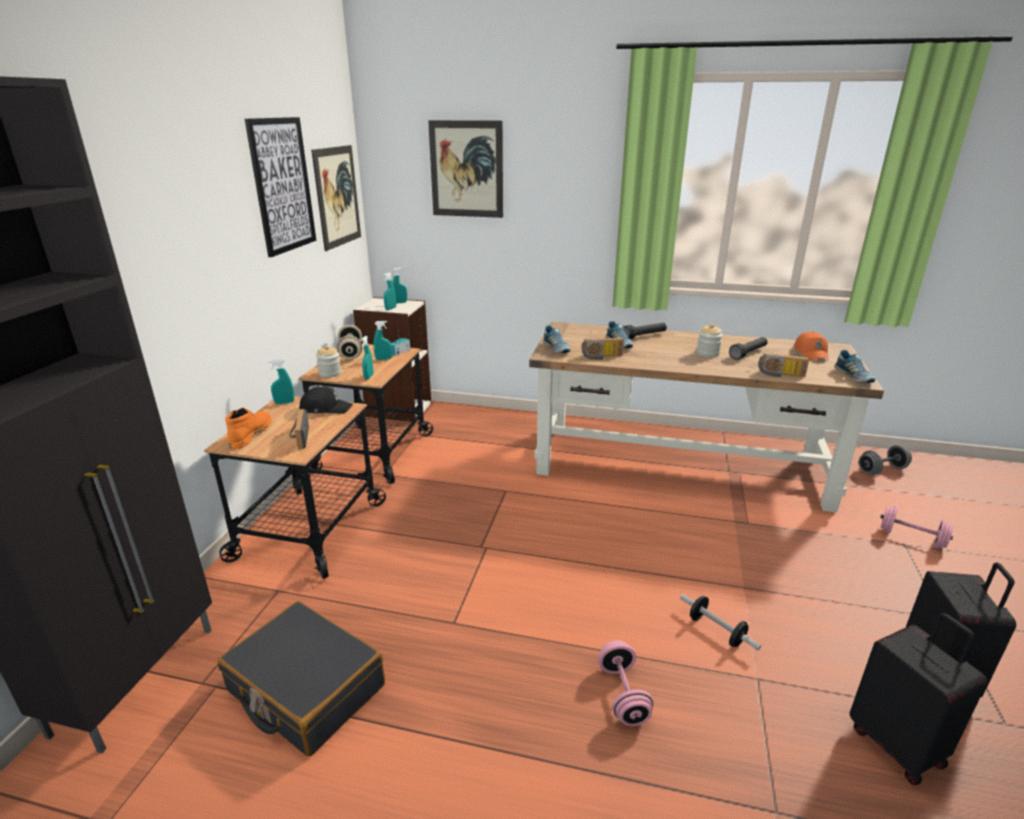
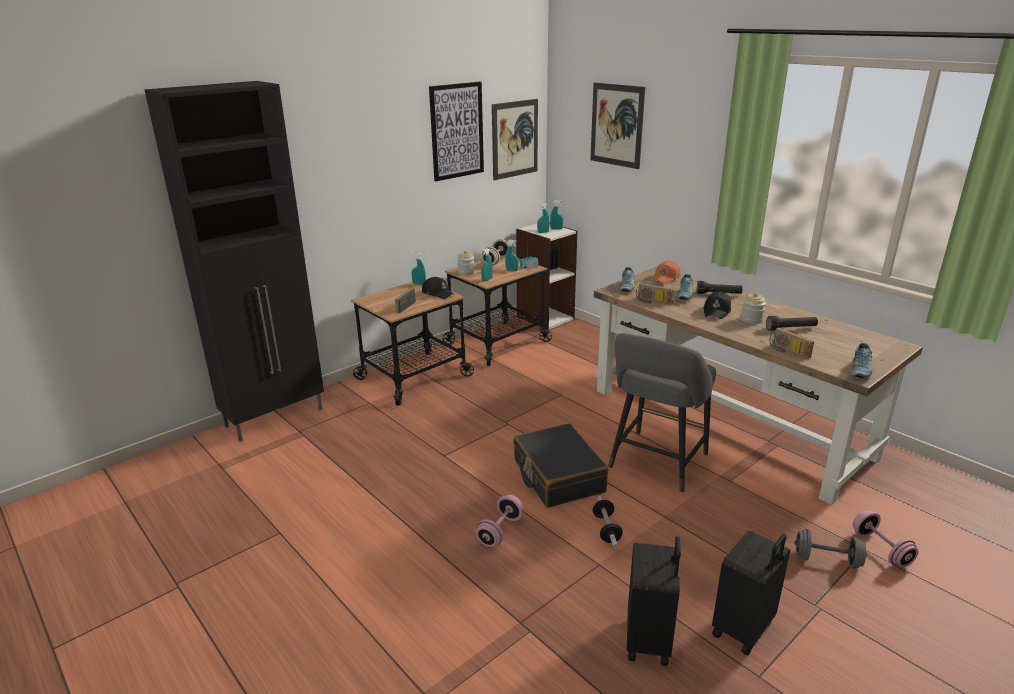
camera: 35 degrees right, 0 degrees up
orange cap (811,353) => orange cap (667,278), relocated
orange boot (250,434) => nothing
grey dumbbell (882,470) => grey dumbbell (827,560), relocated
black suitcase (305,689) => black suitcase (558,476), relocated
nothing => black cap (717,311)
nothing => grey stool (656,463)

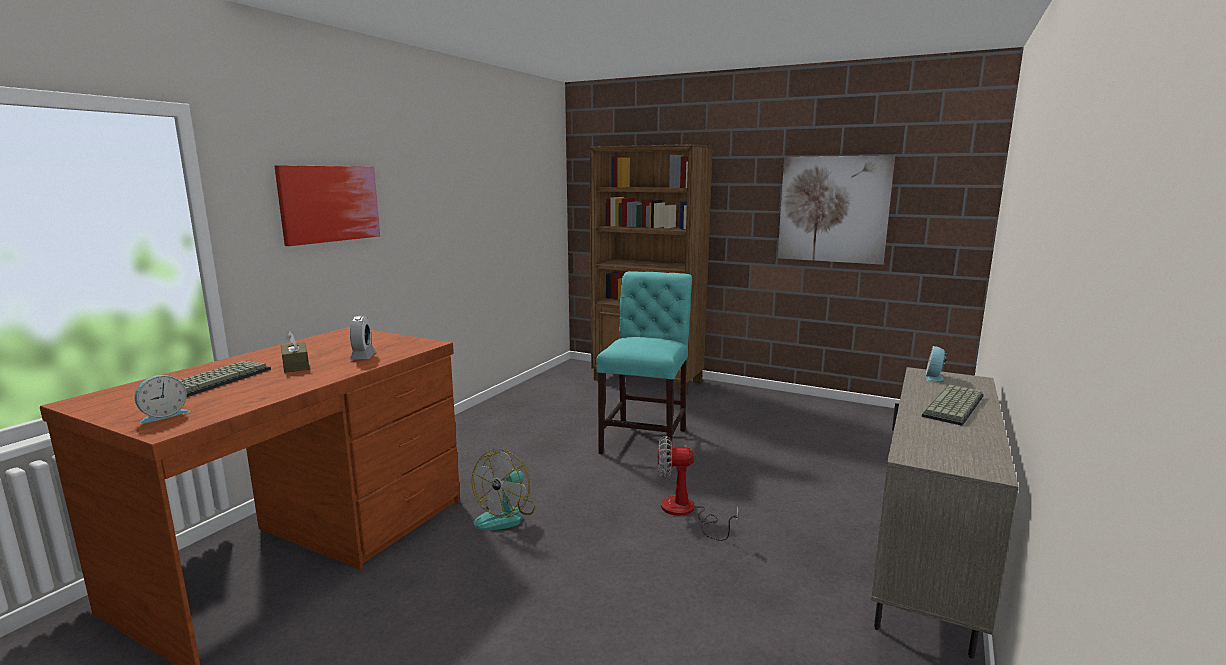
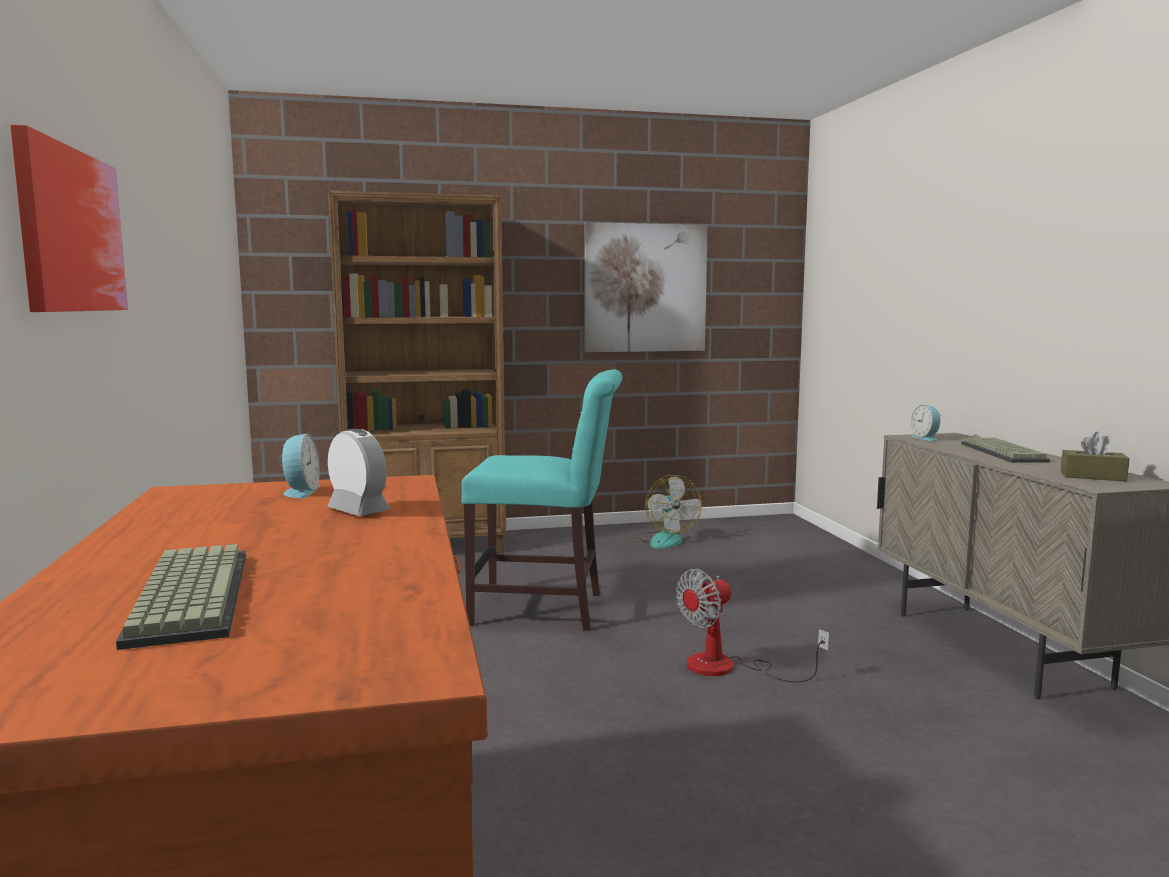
camera: 40 degrees left, 5 degrees down
turquoise chair (646,439) => turquoise chair (545,609), 120 degrees clockwise
brown tissue box (296,365) => brown tissue box (1092,476), relocated
alarm clock (163,415) => alarm clock (299,491), relocated
fan (506,515) => fan (662,540), relocated

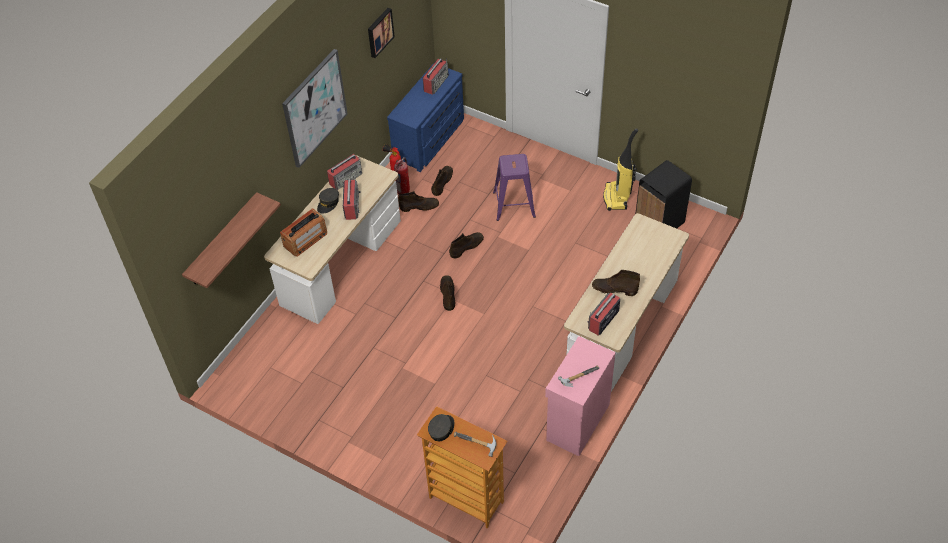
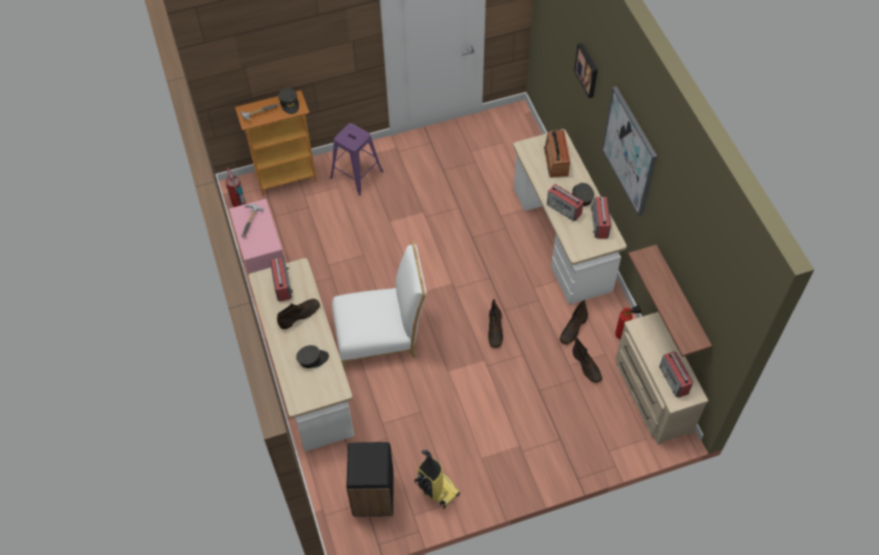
camera: 130 degrees right, 5 degrees up
picture (379,32) => picture (587,70), relocated
blue dresser (431,140) => beige dresser (651,396)
purple stool (514,204) => purple stool (355,174), relocated
fire extinguisher (403,191) => fire extinguisher (238,204), relocated
shelf (222,240) => shelf (681,301), relocated
brown boot (448,294) => nothing
nothing => white chair (381,334)
nothing => grey cap (312,359)

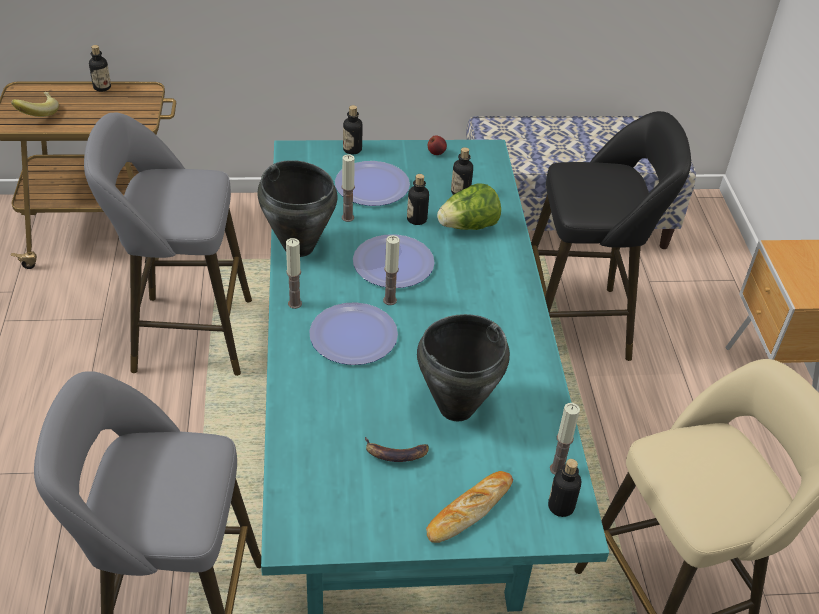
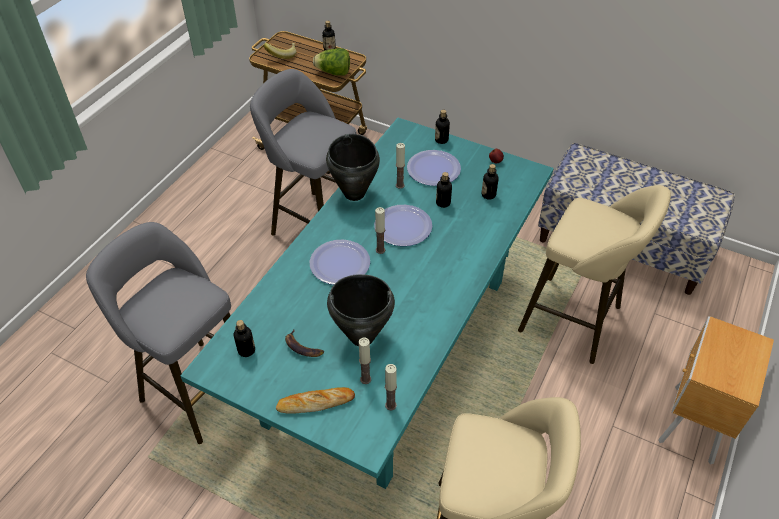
camera: 35 degrees right, 5 degrees up
black stool (580,323) => beige stool (576,321)
lettuce (468,226) => lettuce (333,72), relocated
candle (295,303) => candle (365,379), relocated
bottle (561,506) => bottle (246,350), relocated

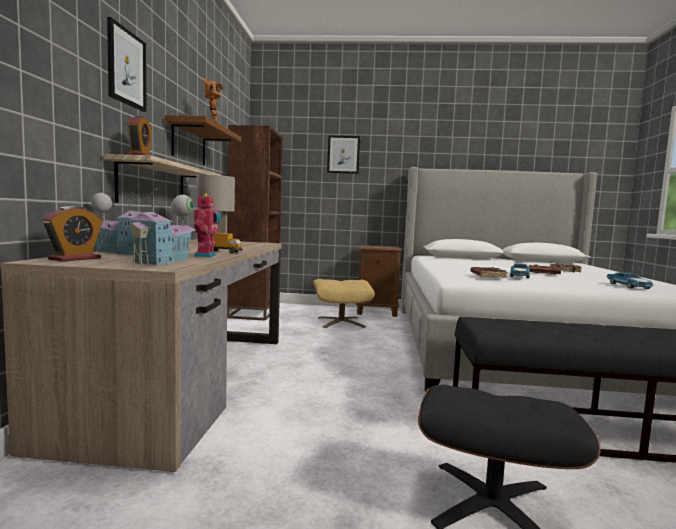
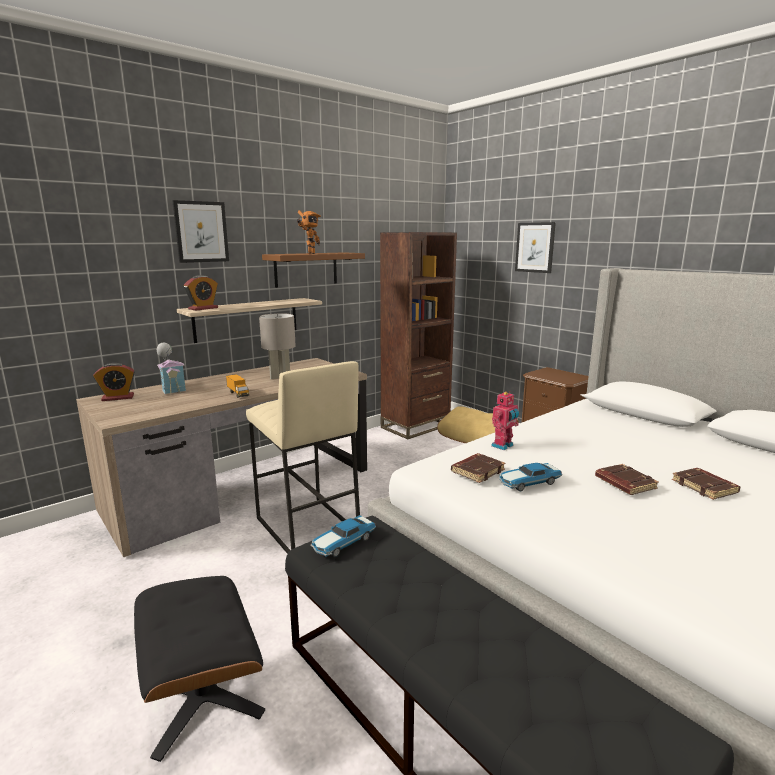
camera: 45 degrees right, 10 degrees up
toy house (164,261) => nothing
toy robot (207,256) => toy robot (503,446), relocated
toy car (629,286) => toy car (343,543), relocated
nothing => beige stool (306,526)

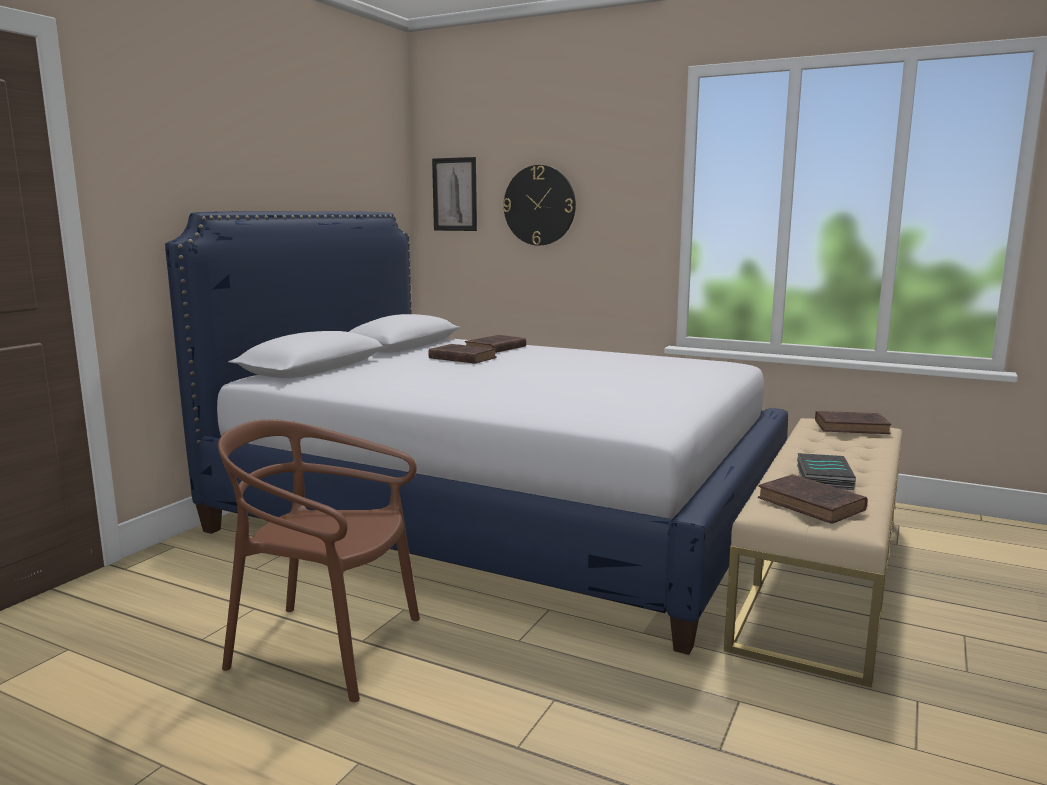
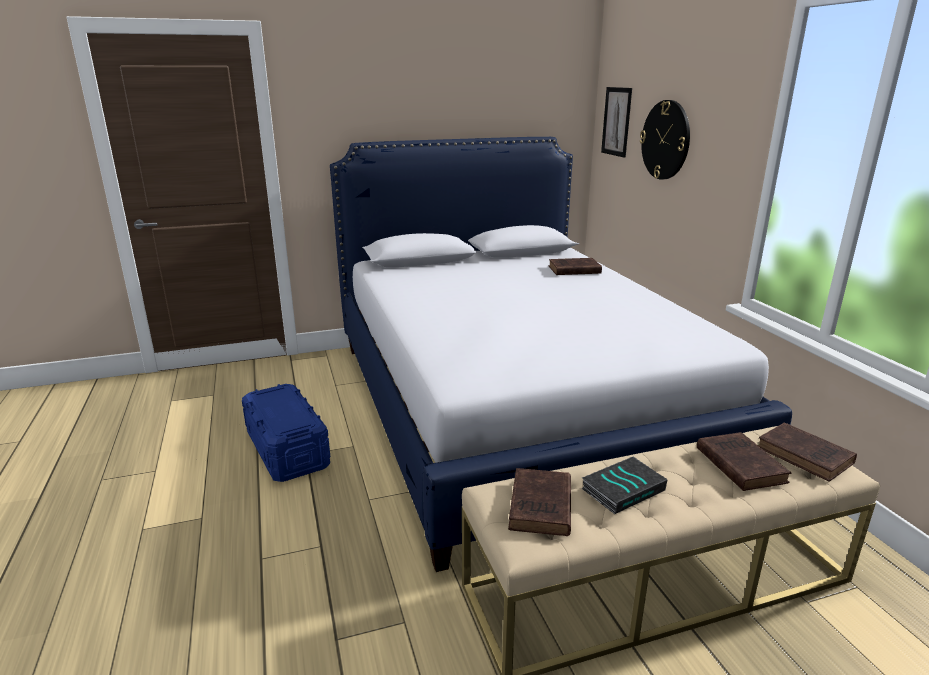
camera: 45 degrees right, 10 degrees up
brown book (461,358) => brown book (739,464), relocated
brown chair (326,648) => blue storage box (287,449)

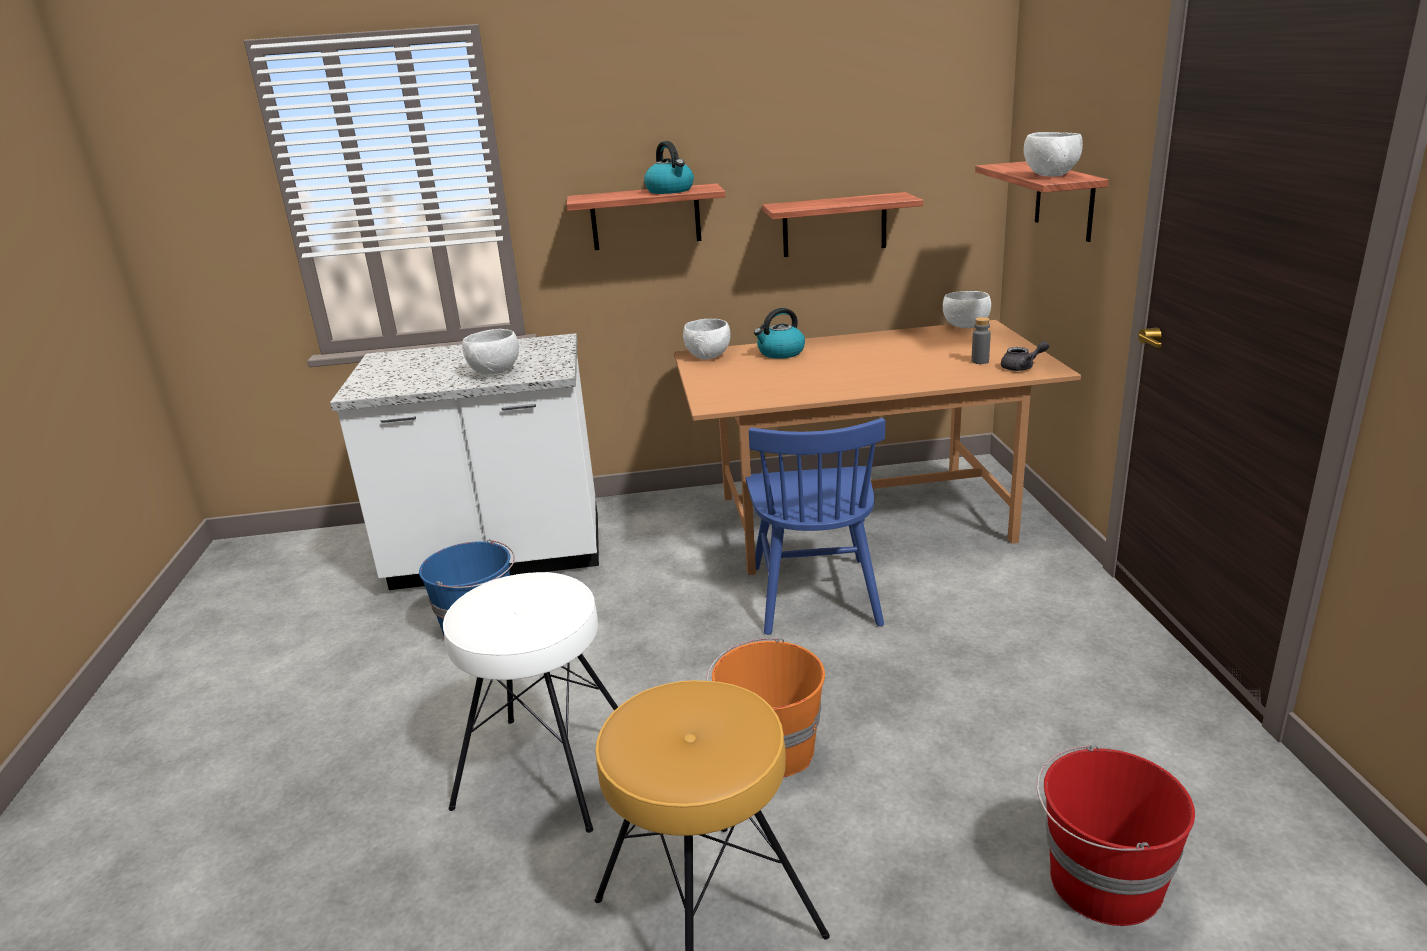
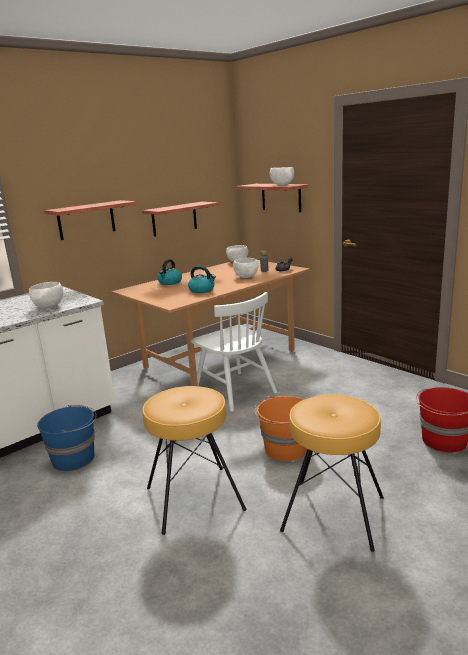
camera: 35 degrees left, 5 degrees down
kettle (670,191) => kettle (202,290), relocated
white bowl (708,356) => white bowl (246,277), relocated
blue chair (815,595) => white chair (235,391)
white stool (547,770) => brown stool (194,498)

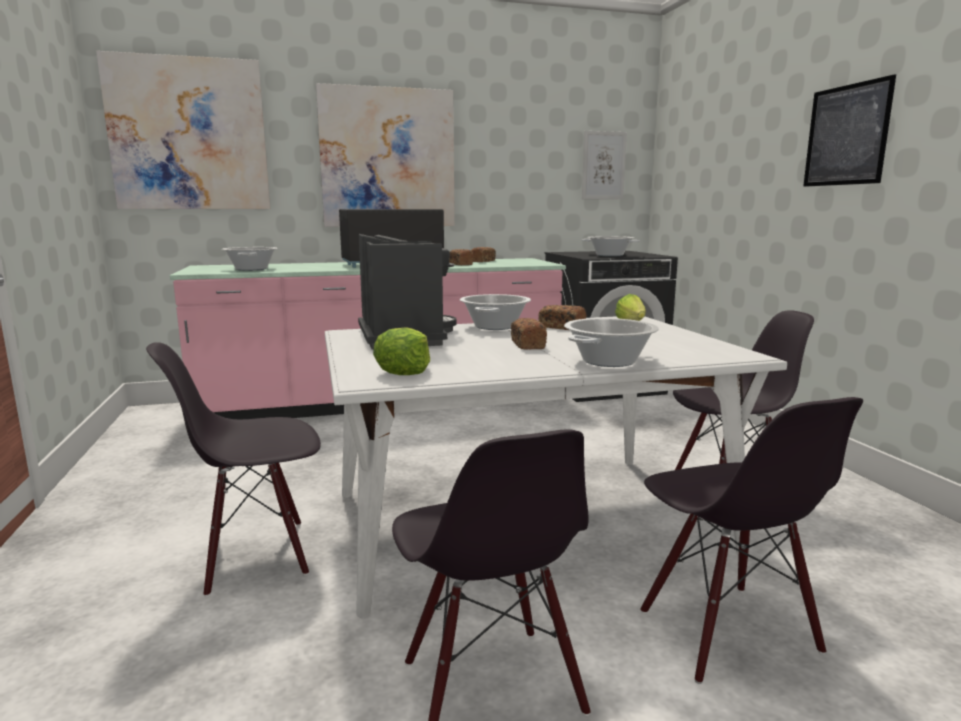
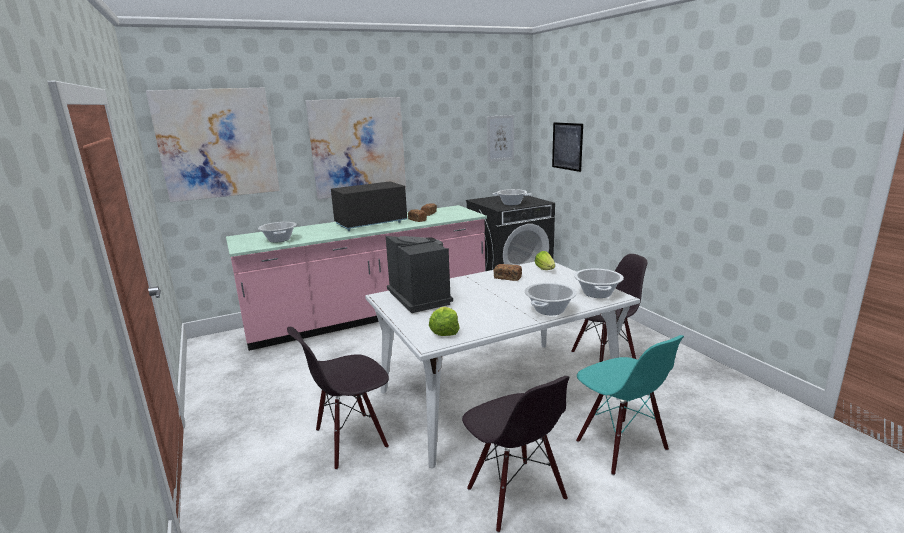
camera: 10 degrees left, 5 degrees up
picture (846,135) => picture (567,146), relocated
cooking pot (494,326) => cooking pot (597,293), relocated
bread (527,344) => nothing
black chair (726,632) => turquoise chair (620,446)

